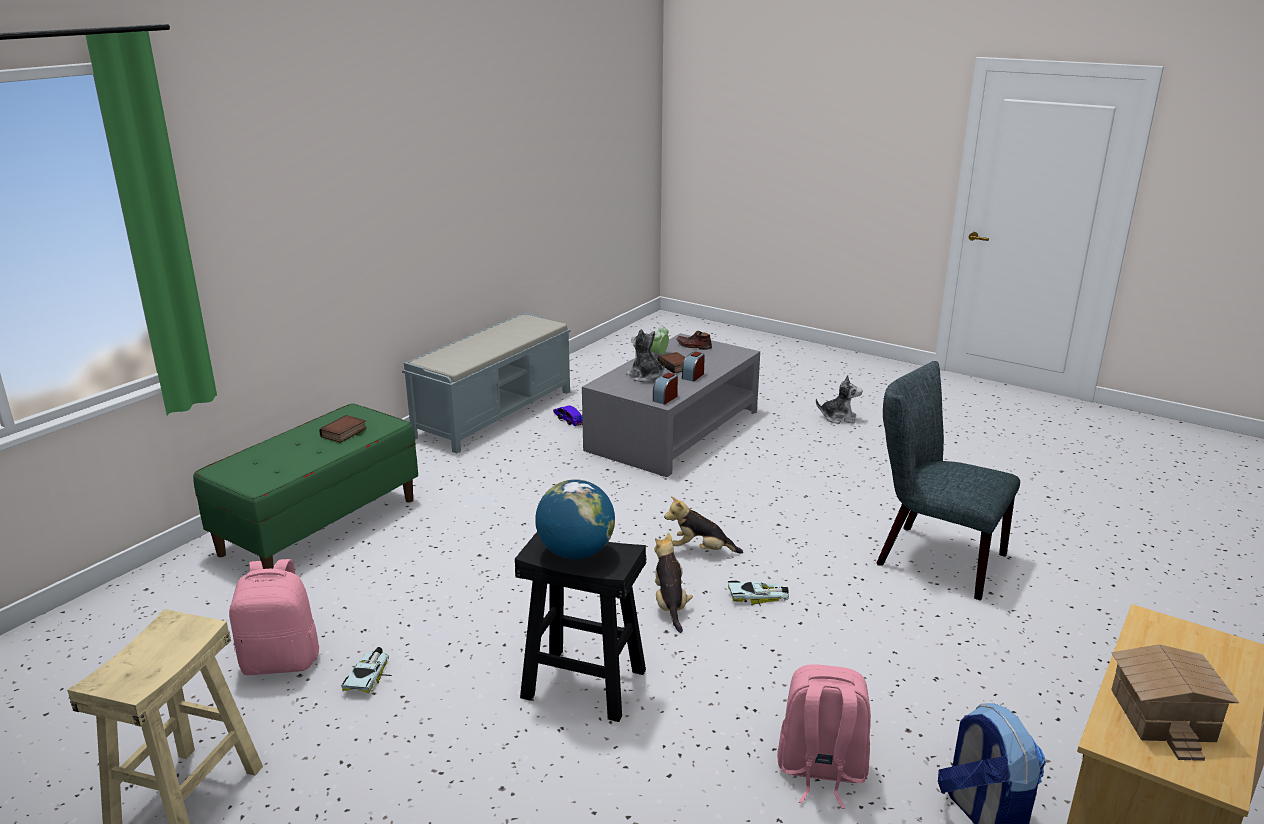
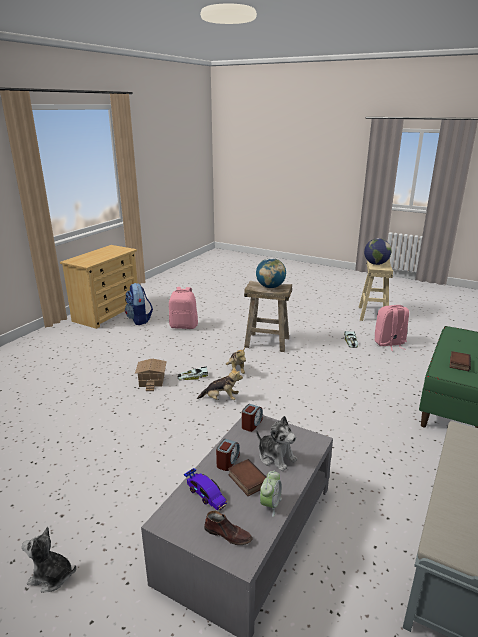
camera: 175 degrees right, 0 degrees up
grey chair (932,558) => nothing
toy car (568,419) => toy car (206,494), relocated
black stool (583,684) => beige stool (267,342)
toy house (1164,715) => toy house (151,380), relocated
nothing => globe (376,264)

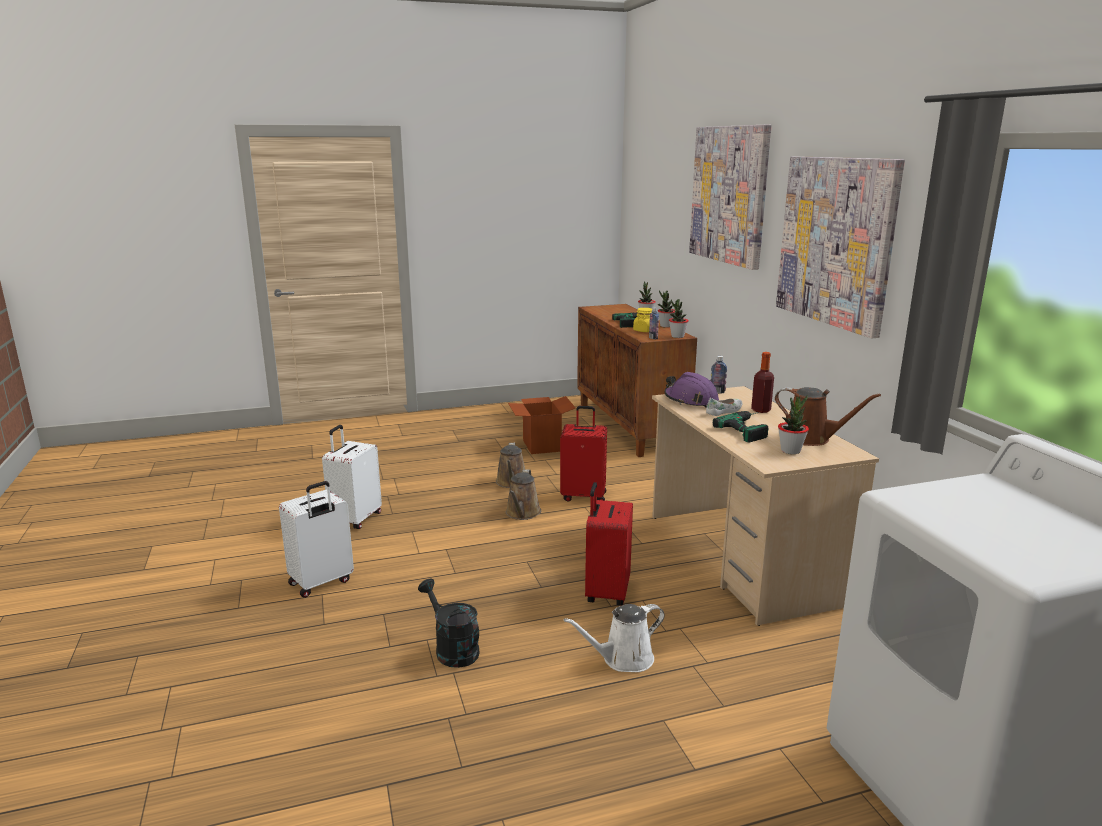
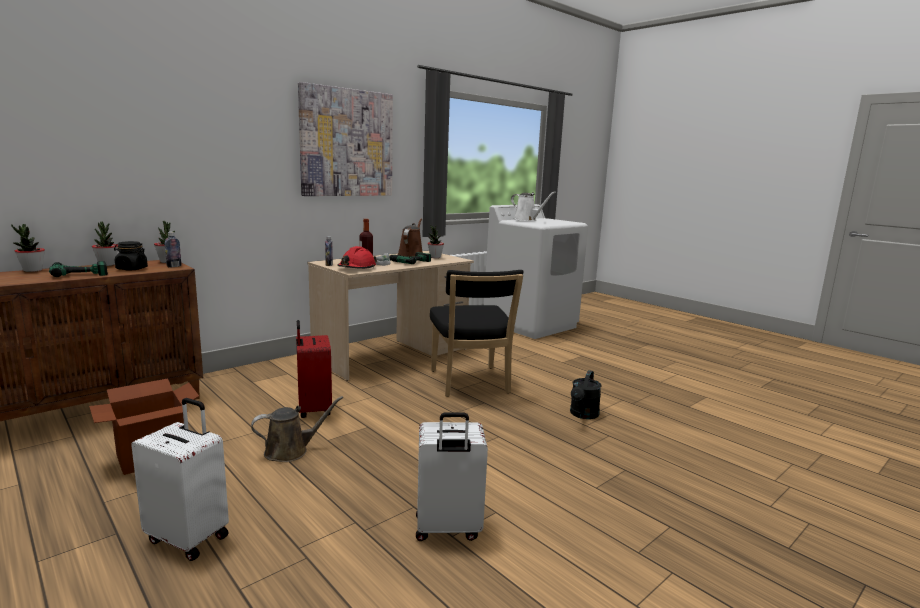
camera: 115 degrees left, 5 degrees down
picture (729,195) => nothing
yellow jar (644,330) => black jar (131,269)
purple hard hat (691,401) => red hard hat (356,268)
brown watering can (522,513) => nothing
white suitcase (321,583) => white suitcase (189,537), relocated
red suitcase (606,592) => black chair (470,383)
white watering can (623,659) => white watering can (527,220), relocated

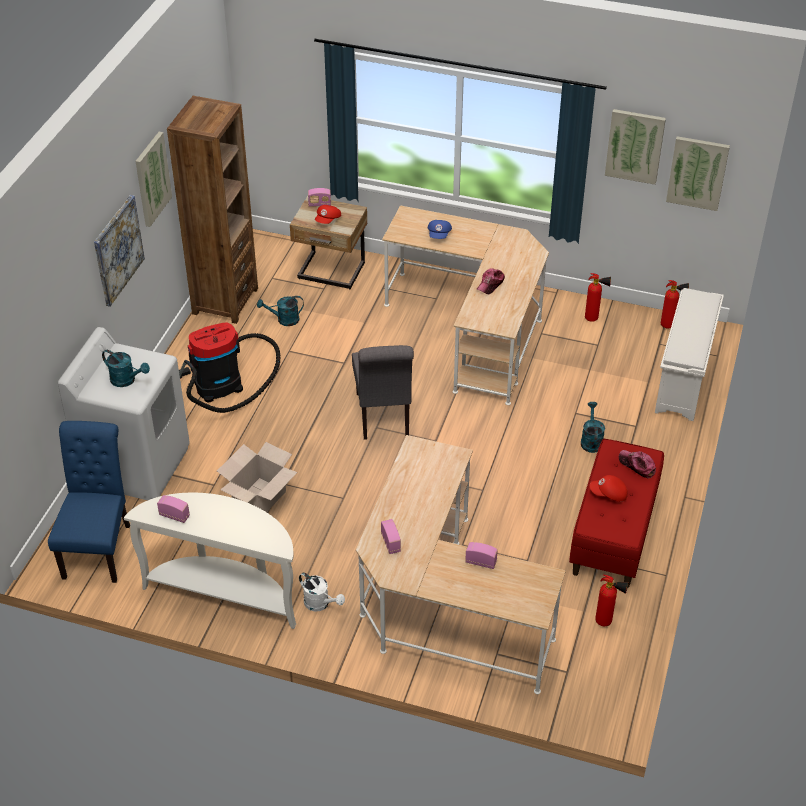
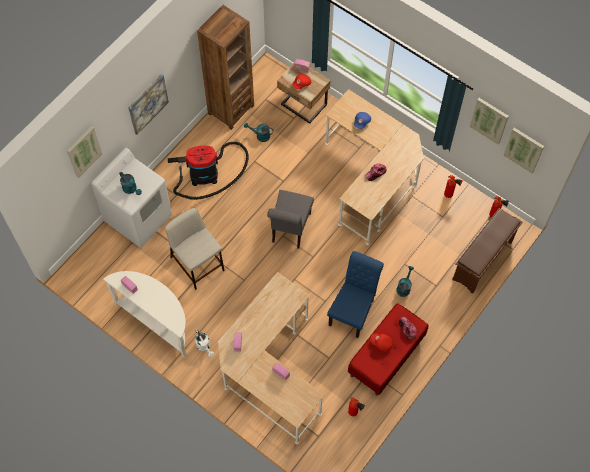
camera: 20 degrees right, 20 degrees up
picture (152,179) => picture (83,151), relocated
white shoe rack (684,380) => brown shoe rack (482,261)
blue chair (99,547) => blue chair (353,310), relocated
cardboard box (259,498) => beige stool (198,264)

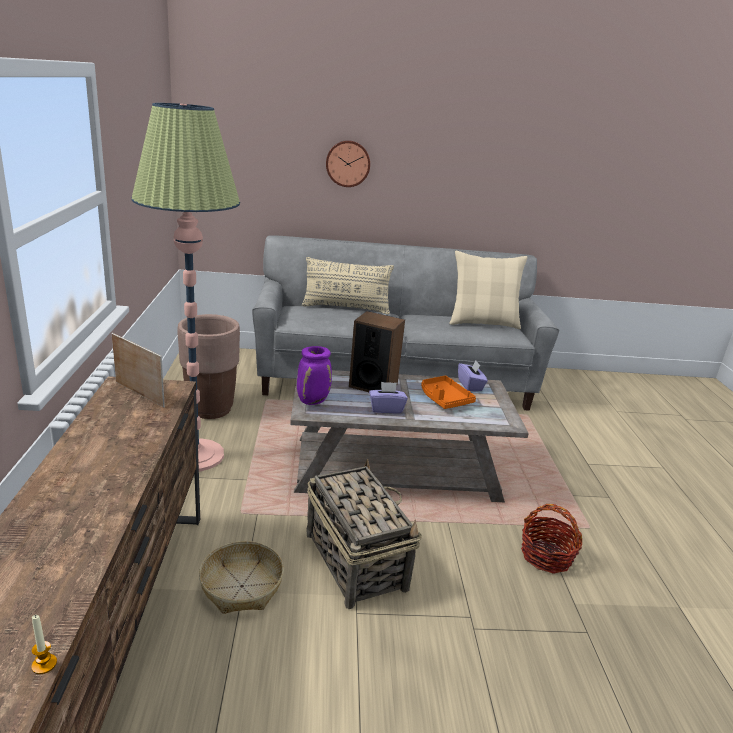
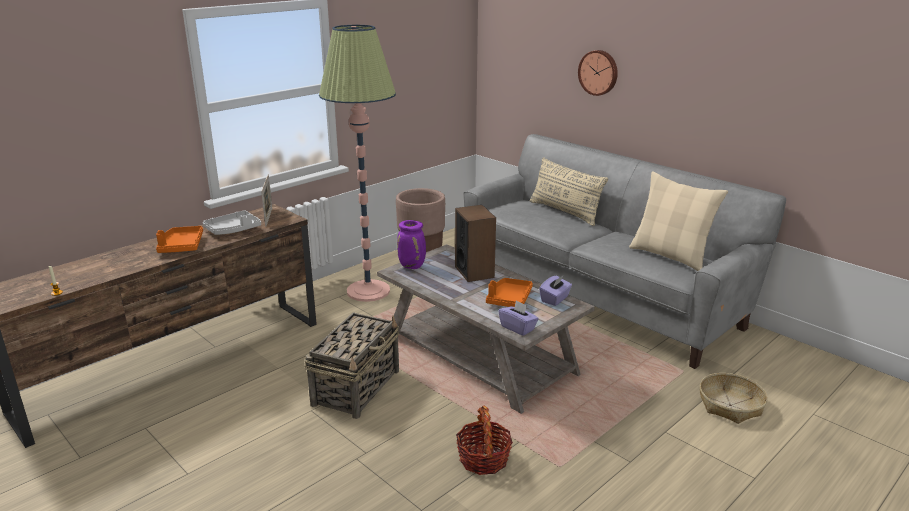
camera: 50 degrees right, 0 degrees up
purple tissue box (386,409) => purple tissue box (518,328), relocated
basket (242,586) => basket (730,405), relocated
nothing => grey tray (233,230)
nothing => orange tray (181,246)

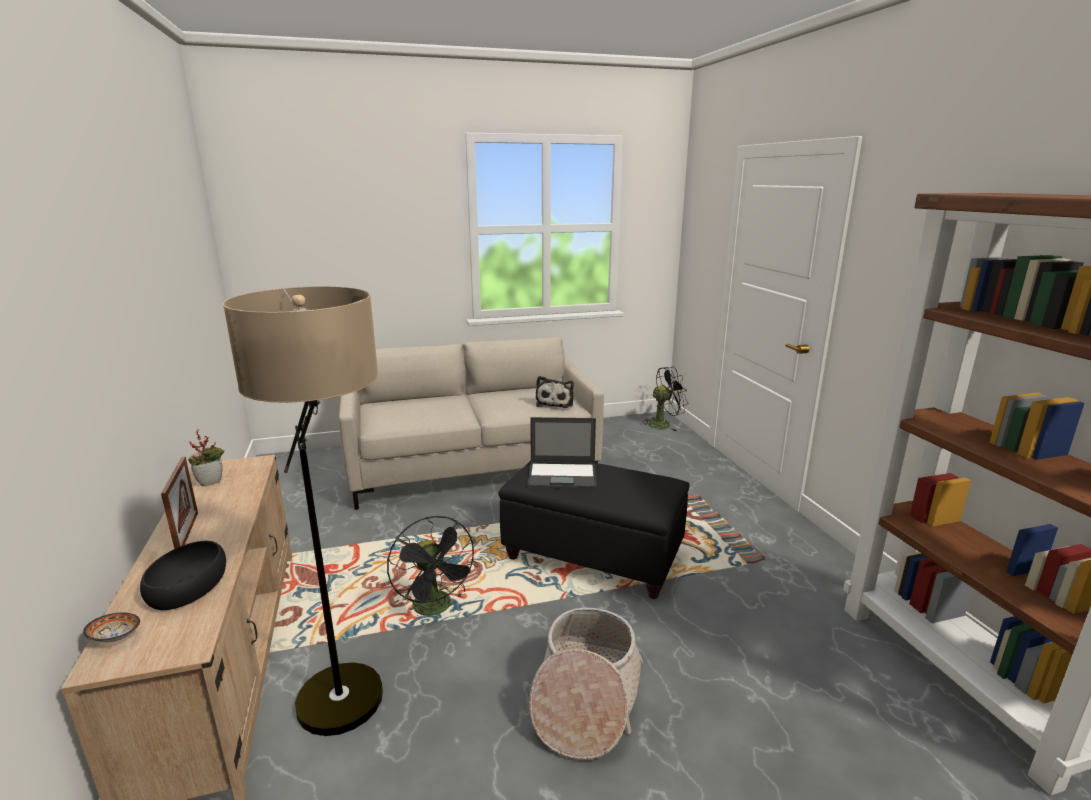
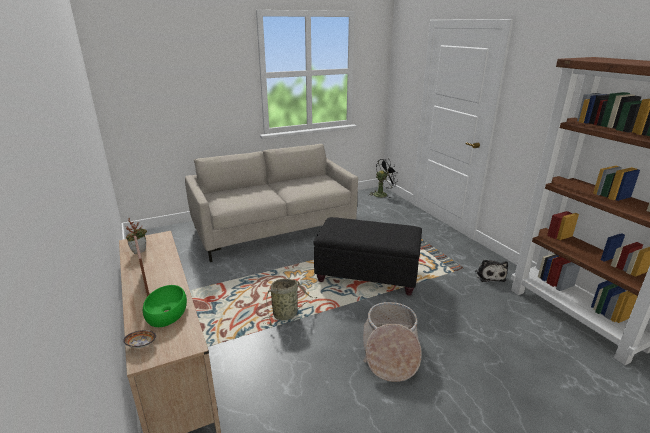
camera: 10 degrees left, 5 degrees up
floor lamp (351,724) => nothing
plush toy (555,402) => plush toy (489,275), relocated
laptop (563,476) => nothing
black fan (437,609) => basket (287,314)
black bowl (188,585) => green bowl (167,312)

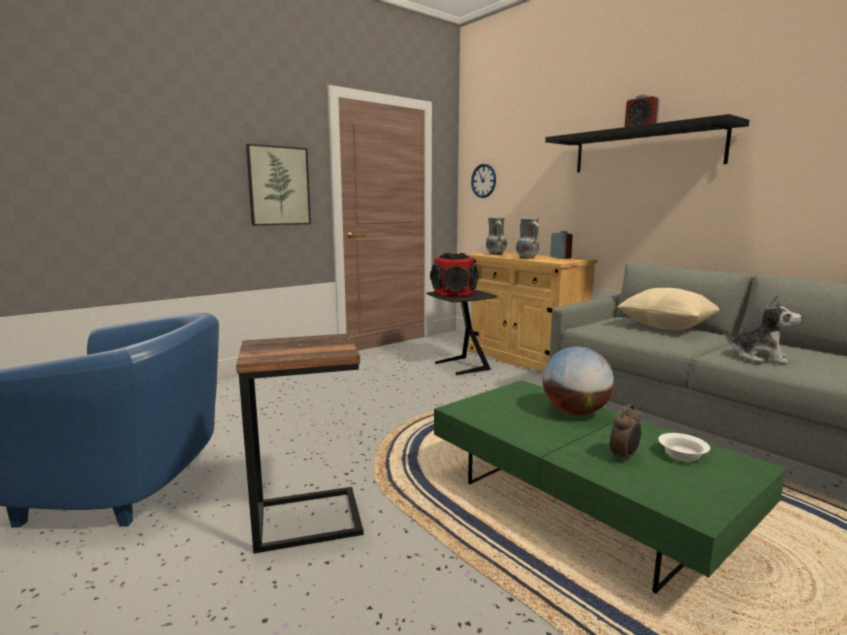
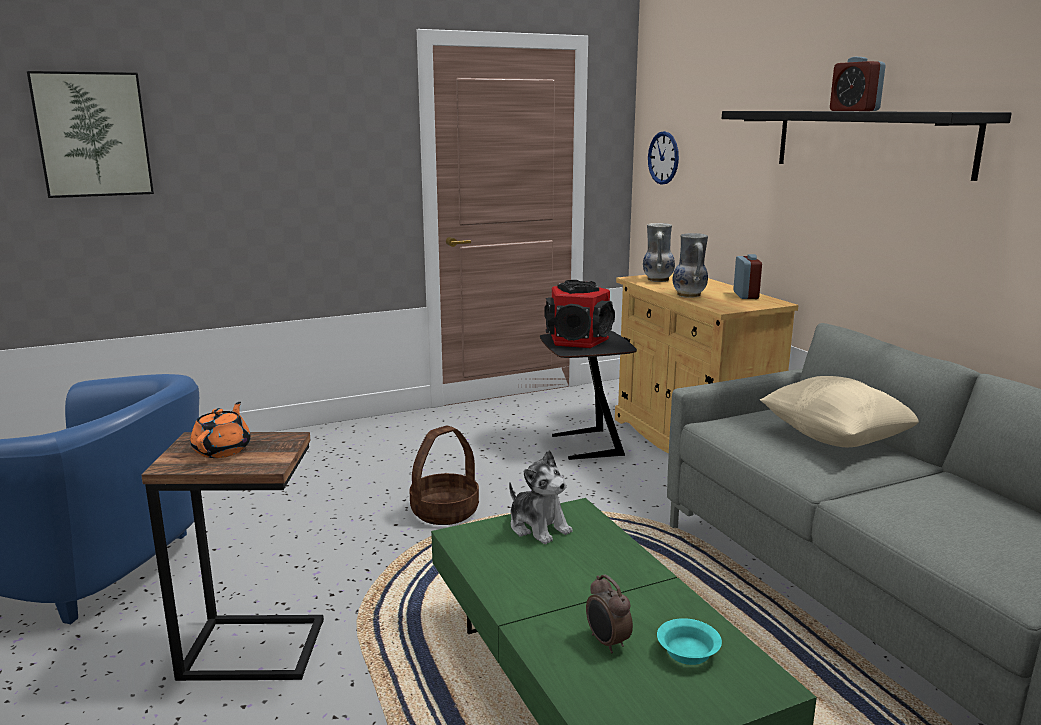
camera: 15 degrees right, 5 degrees up
picture (278,186) => picture (93,135), relocated
plush toy (759,357) => plush toy (538,527), relocated
globe (575,412) => nothing
alarm clock (624,457) => alarm clock (607,643), 90 degrees clockwise
white bowl (681,455) => turquoise bowl (686,652)
nothing => orange teapot (223,450)
nothing => basket (445,511)

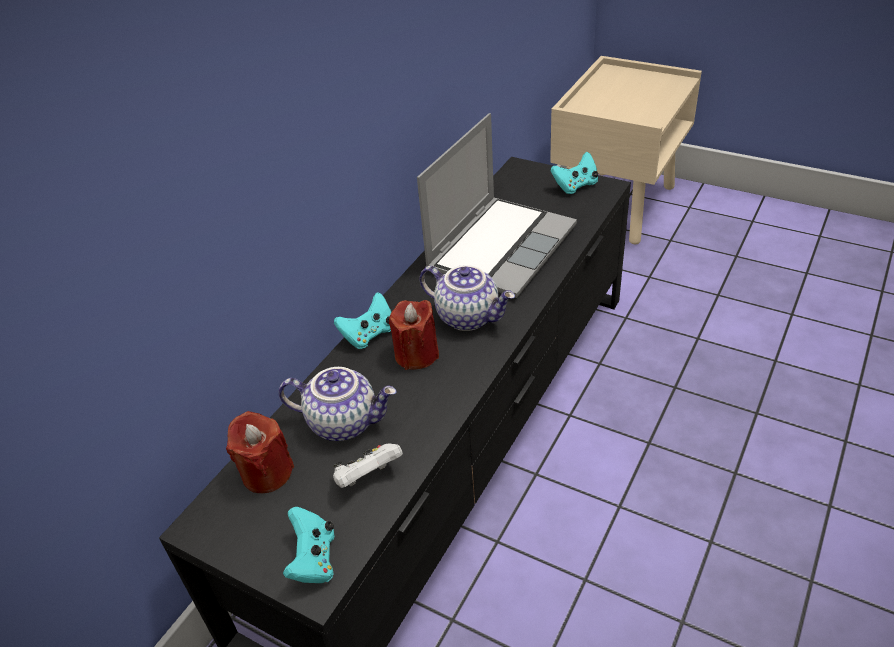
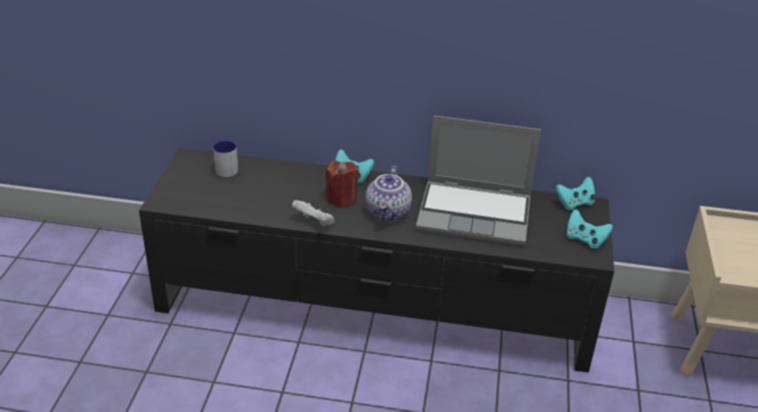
camera: 65 degrees right, 5 degrees down
teapot (344,421) => nothing
red candle (267,473) => mug (228,168)
white game controller (368,478) => white game controller (314,222), relocated
turquoise game controller (314,559) => turquoise game controller (575,203), relocated

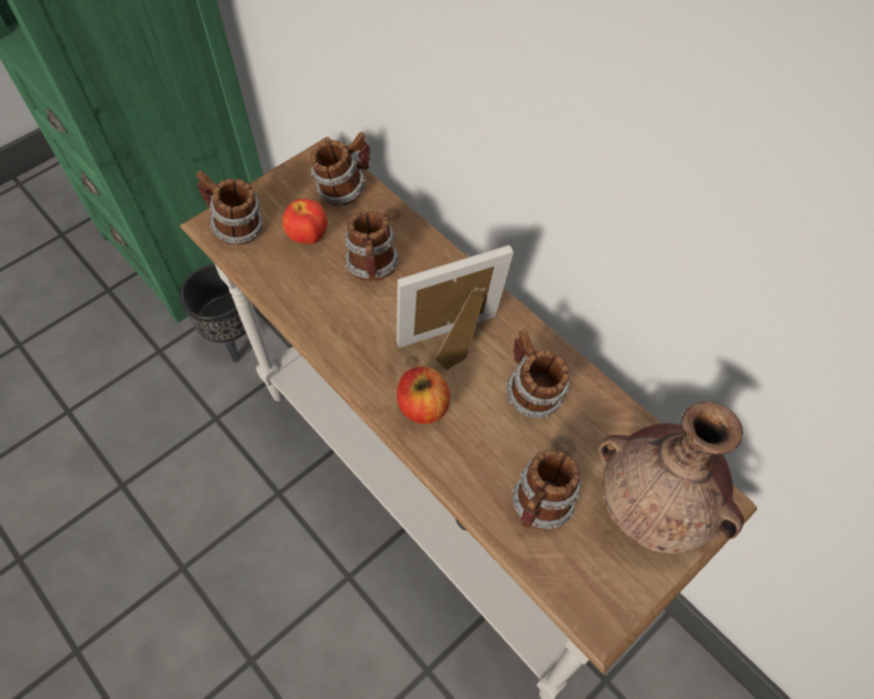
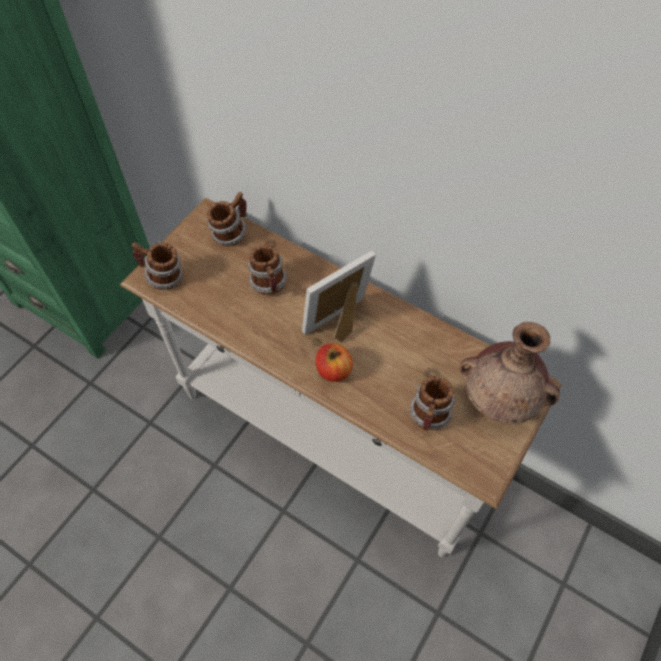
camera: 15 degrees left, 0 degrees up
apple (308,238) => nothing
black planter (235,338) => nothing
mug (531,393) => nothing

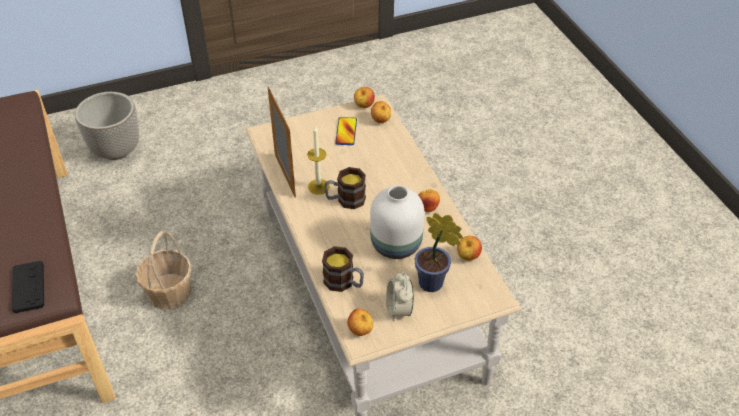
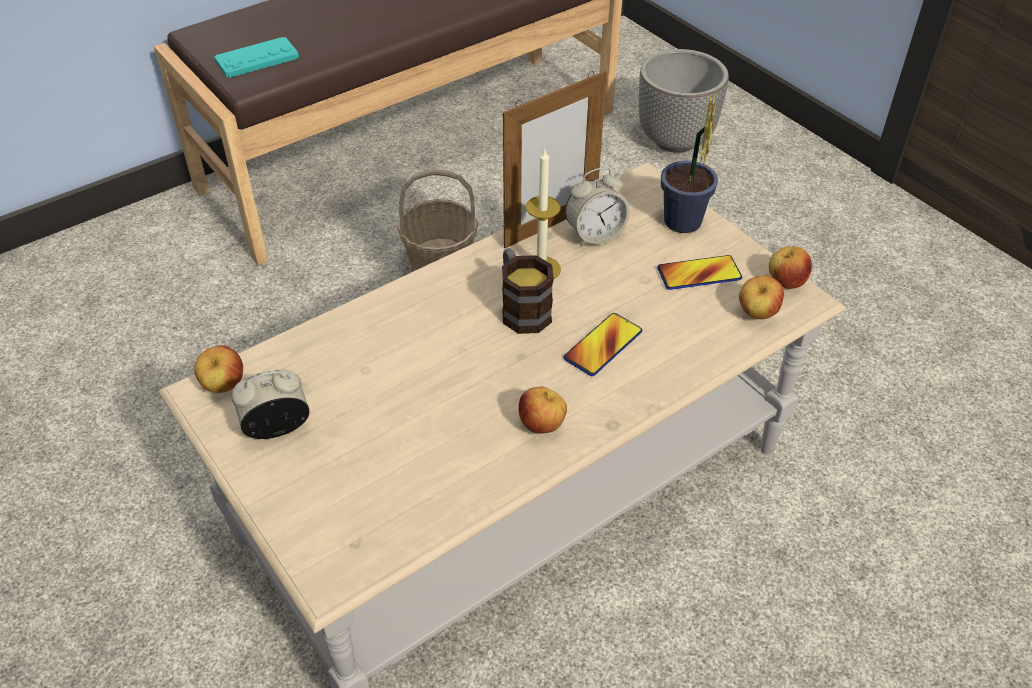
camera: 75 degrees right, 0 degrees up
white vase (396,245) => nothing
potted plant (434,284) => potted plant (682,225), relocated
apple (468,256) => nothing
mug (344,283) => nothing
black game controller (28,287) => turquoise game controller (257,59)
nothing => alarm clock (595,235)
nothing => phone (603,345)

